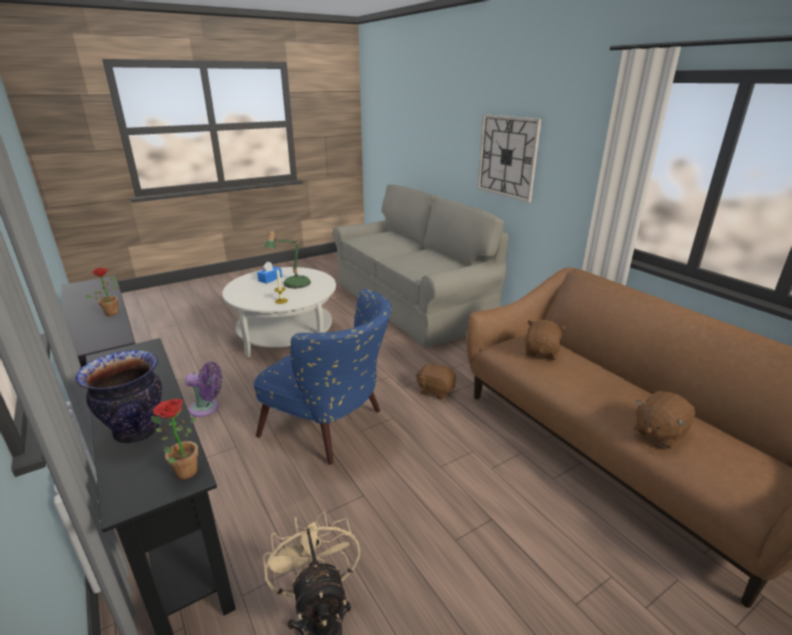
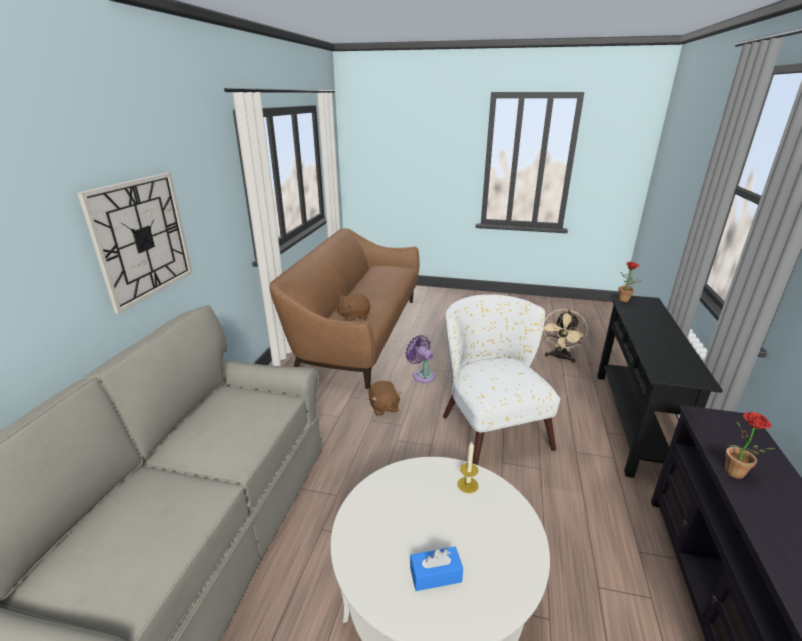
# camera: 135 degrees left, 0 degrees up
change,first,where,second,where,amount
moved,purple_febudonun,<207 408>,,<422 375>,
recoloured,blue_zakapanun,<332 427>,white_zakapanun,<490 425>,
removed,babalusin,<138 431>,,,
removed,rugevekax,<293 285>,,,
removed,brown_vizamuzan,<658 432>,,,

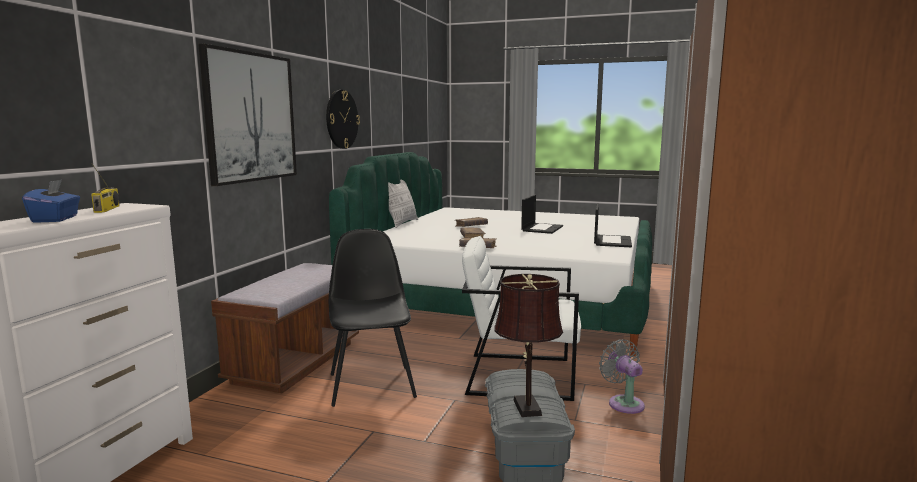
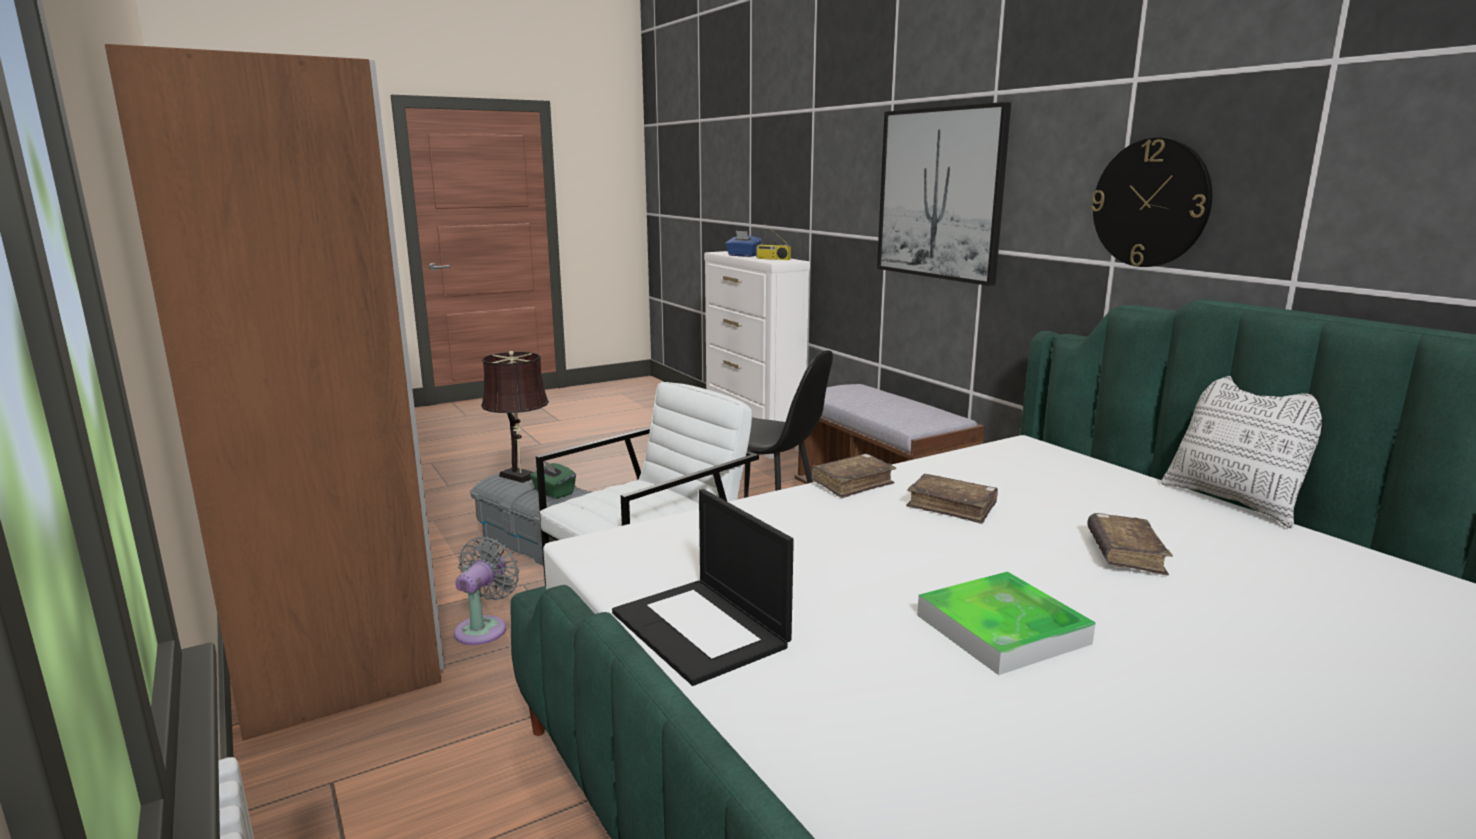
# camera: 130 degrees right, 5 degrees up
change,first,where,second,where,amount
turned,grey_febudonun,<624 403>,,<484 628>,90 degrees counterclockwise
added,,,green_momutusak,<553 493>,
replaced,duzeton,<542 228>,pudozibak,<1002 629>,

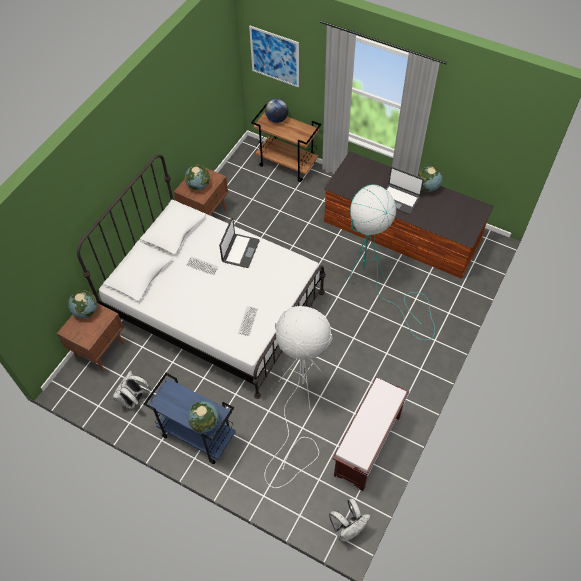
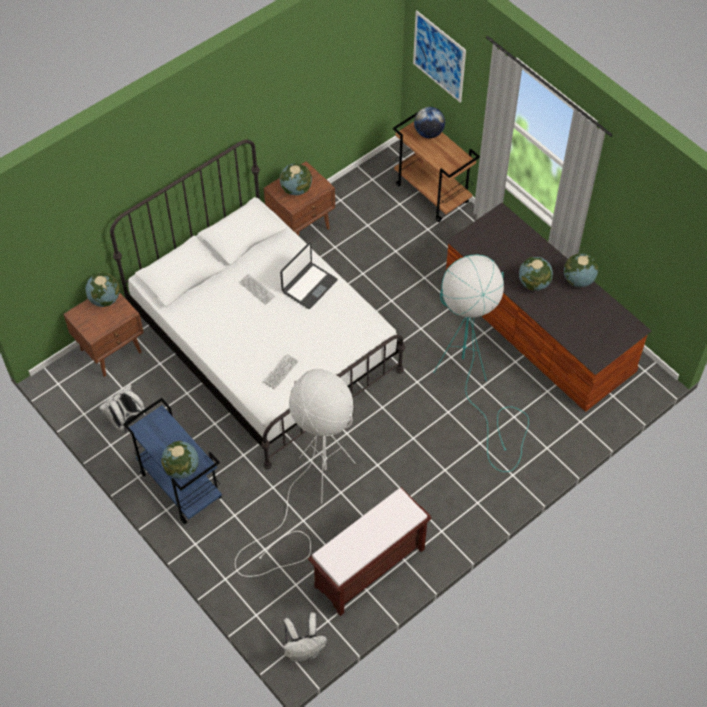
# camera: 20 degrees right, 0 degrees up
change,first,where,second,where,amount
replaced,duzeton,<399 199>,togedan,<534 284>,

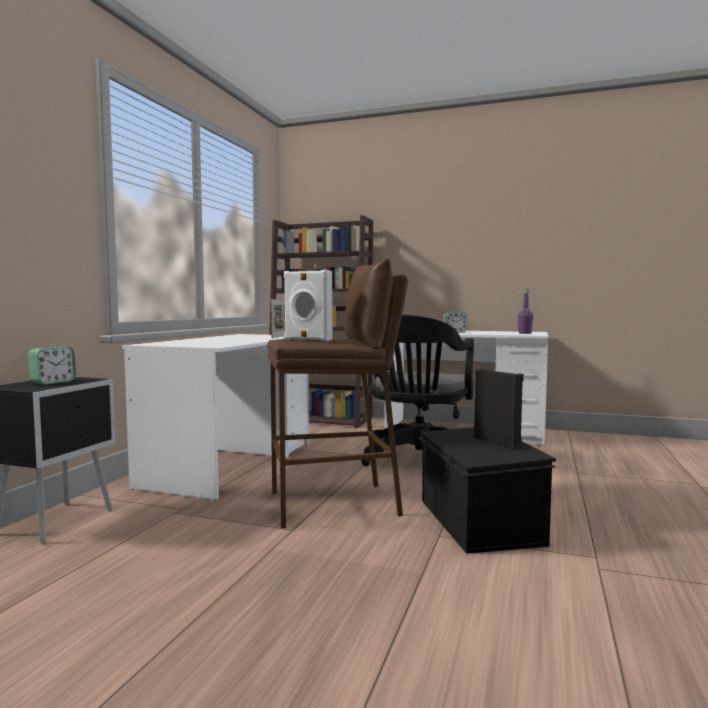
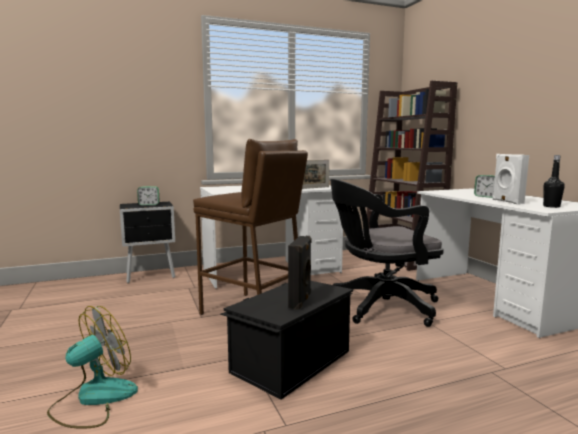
# camera: 50 degrees right, 5 degrees up
change,first,where,second,where,amount
added,,,febudonun,<93 399>,
moved,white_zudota,<307 339>,,<506 201>,
recoloured,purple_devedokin,<525 333>,black_devedokin,<551 206>,

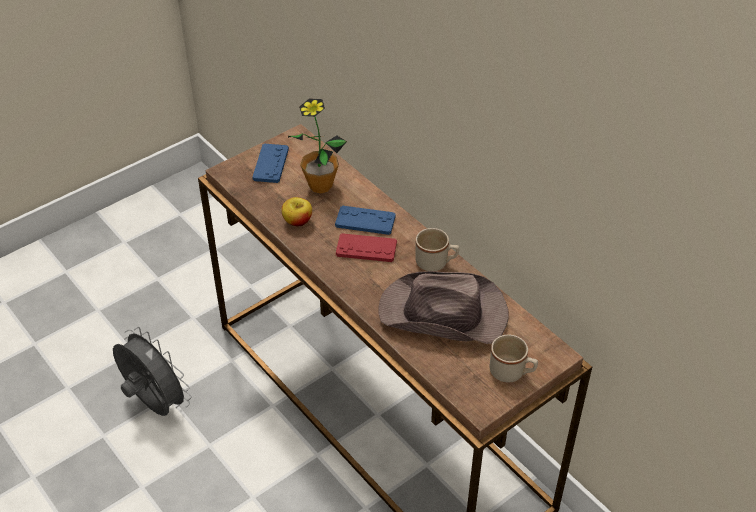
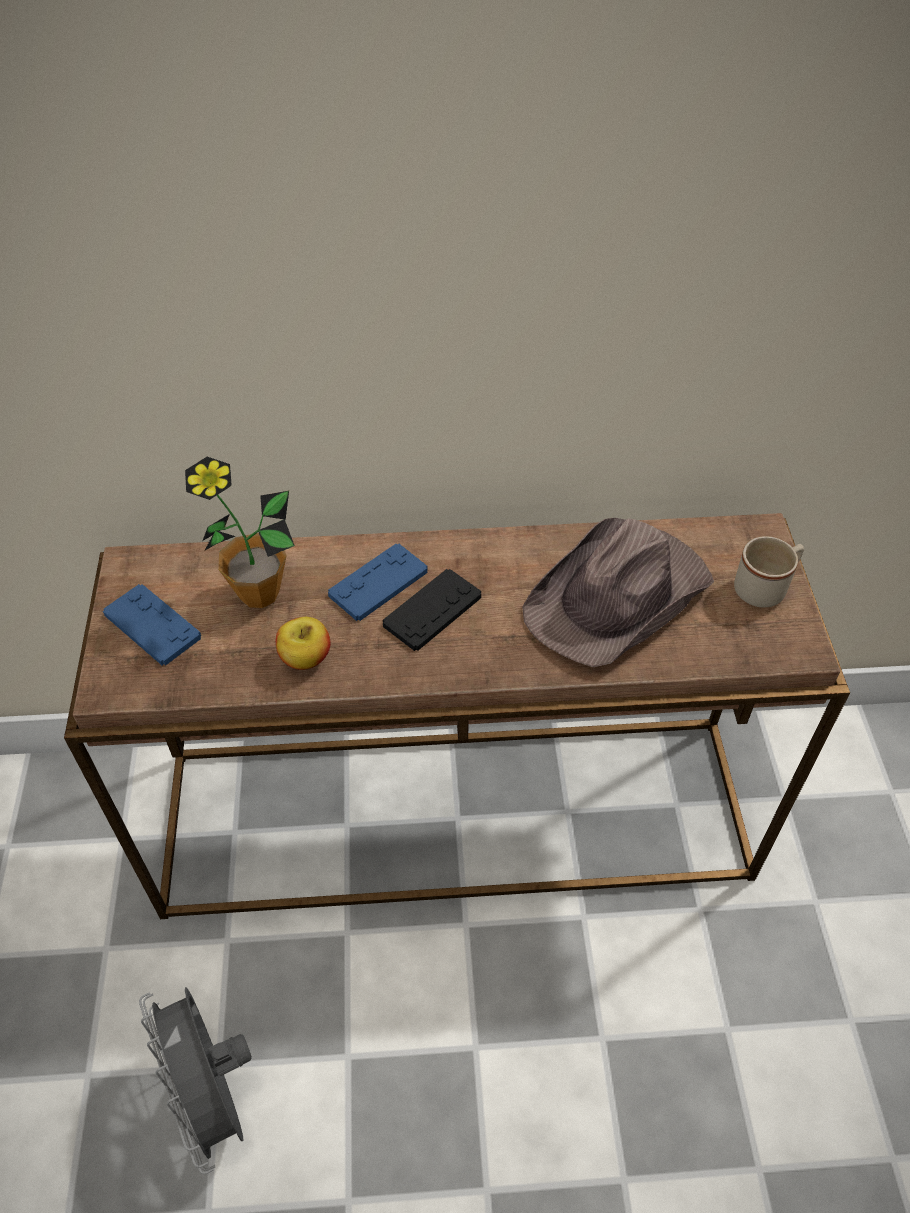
# camera: 55 degrees left, 5 degrees up
change,first,where,second,where,amount
turned,grey_febudonun,<154 404>,,<214 1095>,105 degrees counterclockwise
recoloured,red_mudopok,<366 249>,black_mudopok,<432 611>,
removed,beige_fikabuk,<436 263>,,,

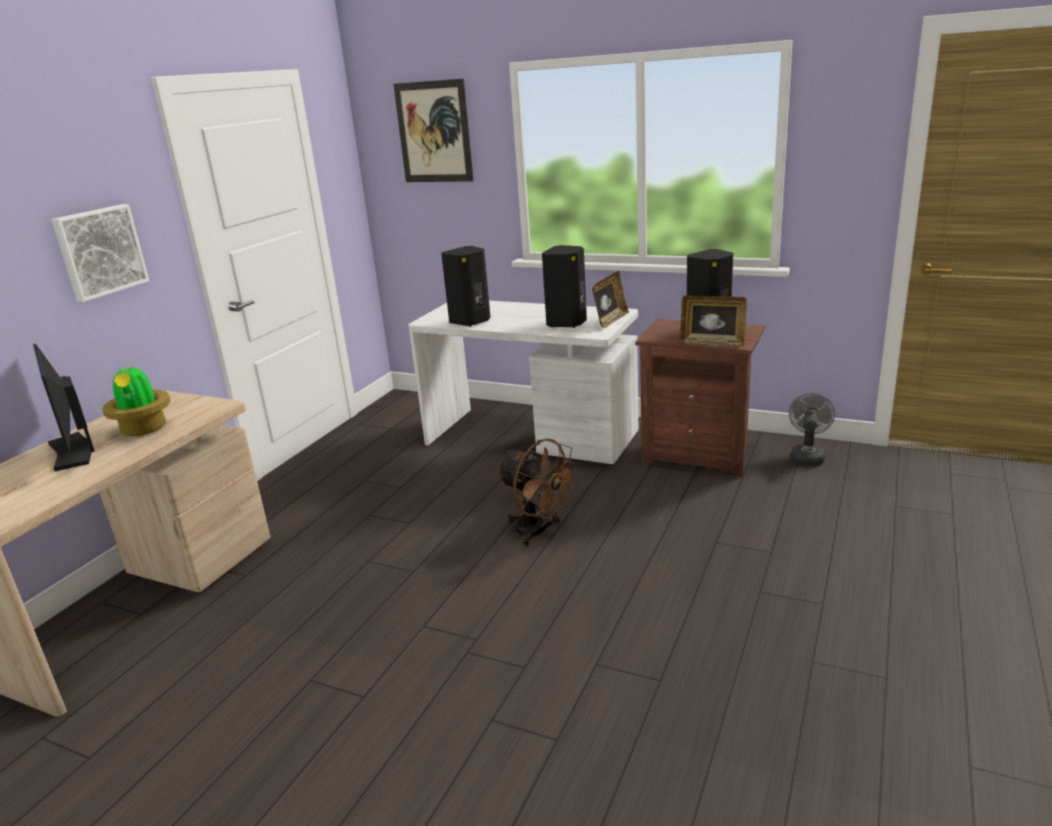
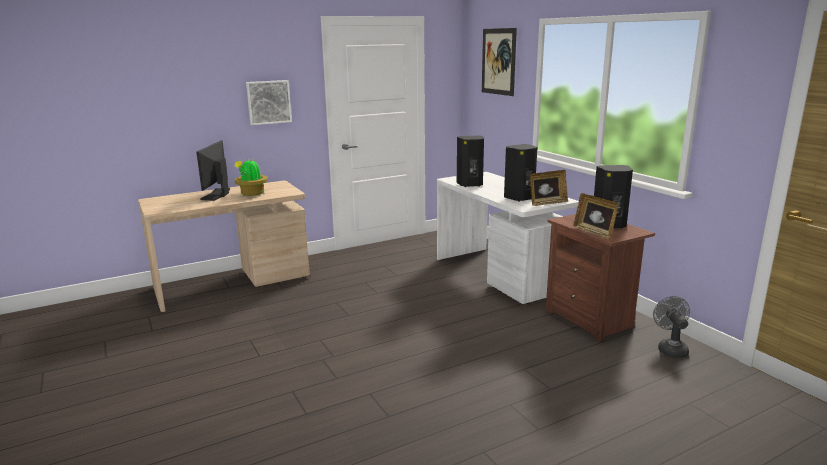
# camera: 35 degrees right, 5 degrees down
change,first,where,second,where,amount
turned,grey_febudonun,<807 456>,,<670 348>,60 degrees counterclockwise
removed,brown_febudonun,<538 532>,,,

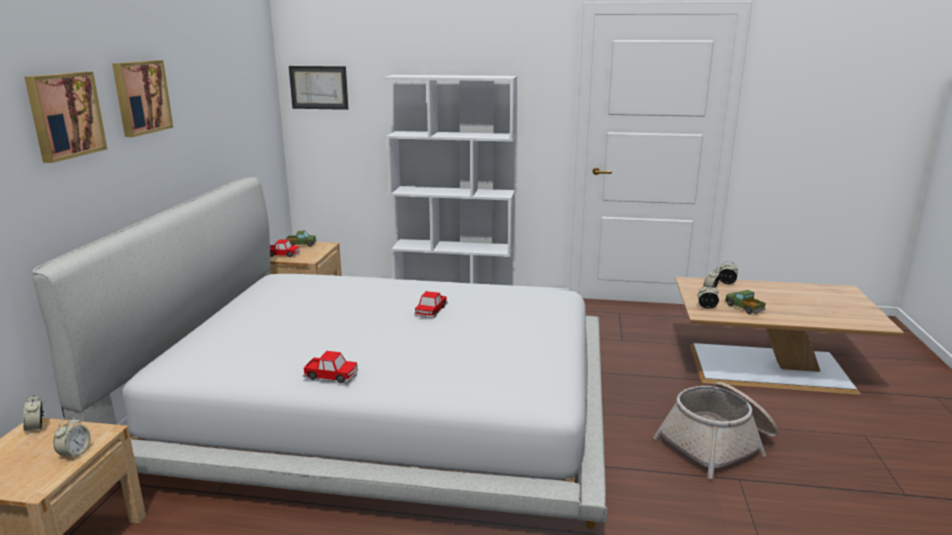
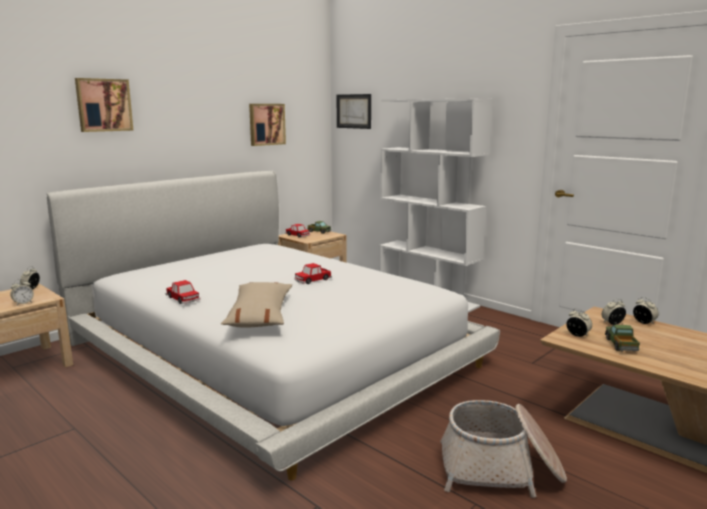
# camera: 35 degrees right, 5 degrees down
change,first,where,second,where,amount
added,,,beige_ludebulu,<260 315>,
moved,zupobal,<140 97>,,<266 124>,

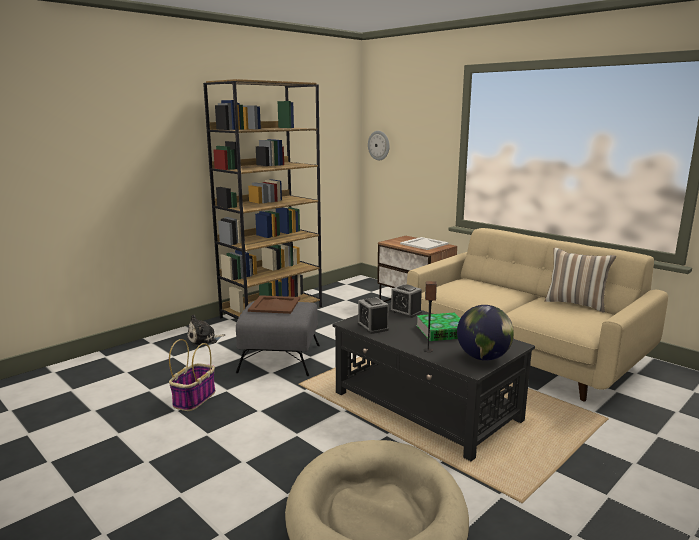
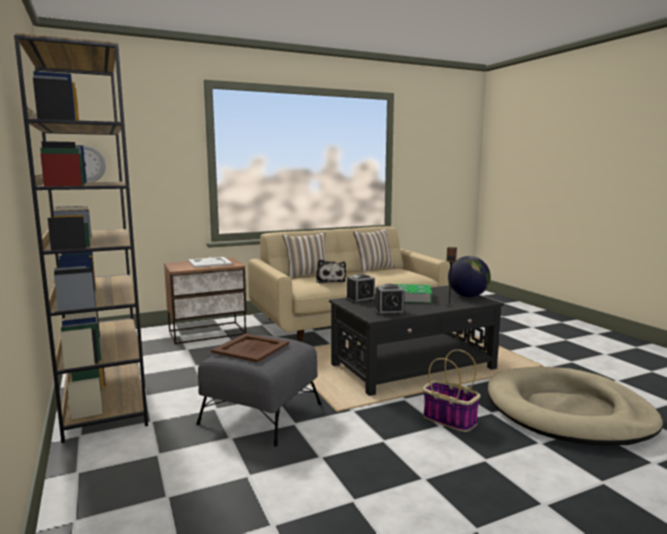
# camera: 70 degrees left, 5 degrees down
change,first,where,second,where,amount
added,,,ludebulu,<307 275>,
moved,vizamuzan,<204 340>,,<330 281>,
moved,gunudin,<194 398>,,<448 419>,

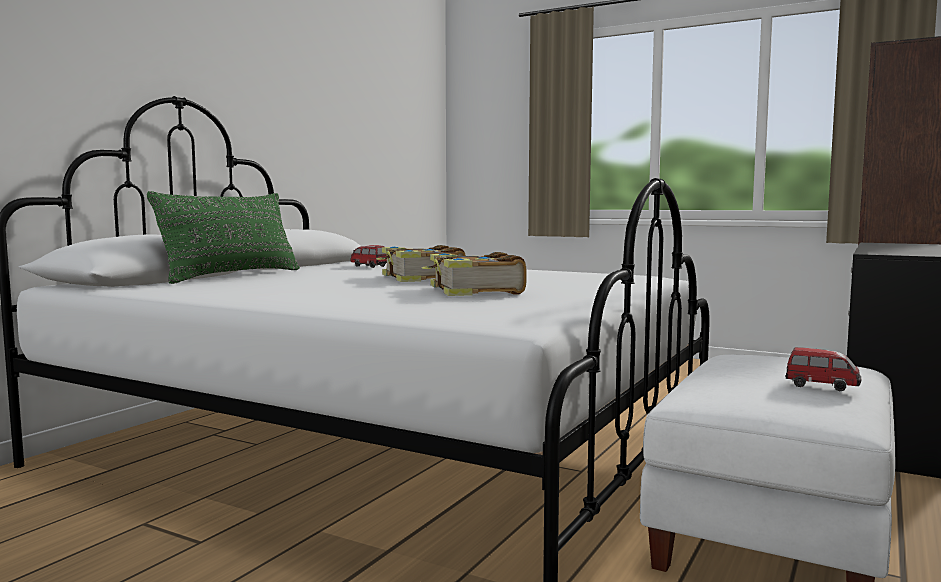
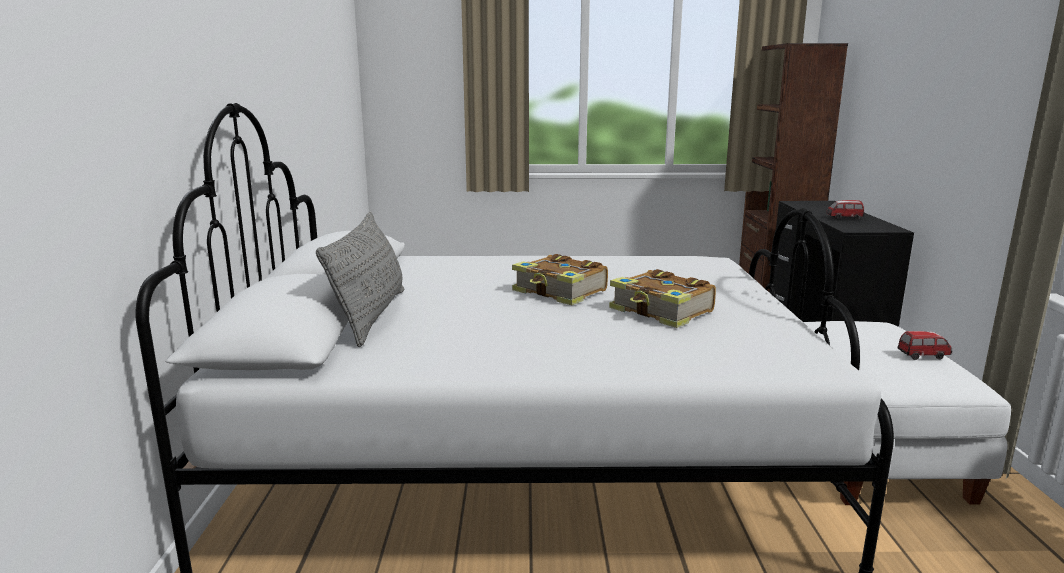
# camera: 30 degrees left, 10 degrees up
change,first,where,second,where,amount
recoloured,green_ludebulu,<232 276>,grey_ludebulu,<371 316>,
moved,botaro,<368 266>,,<844 218>,

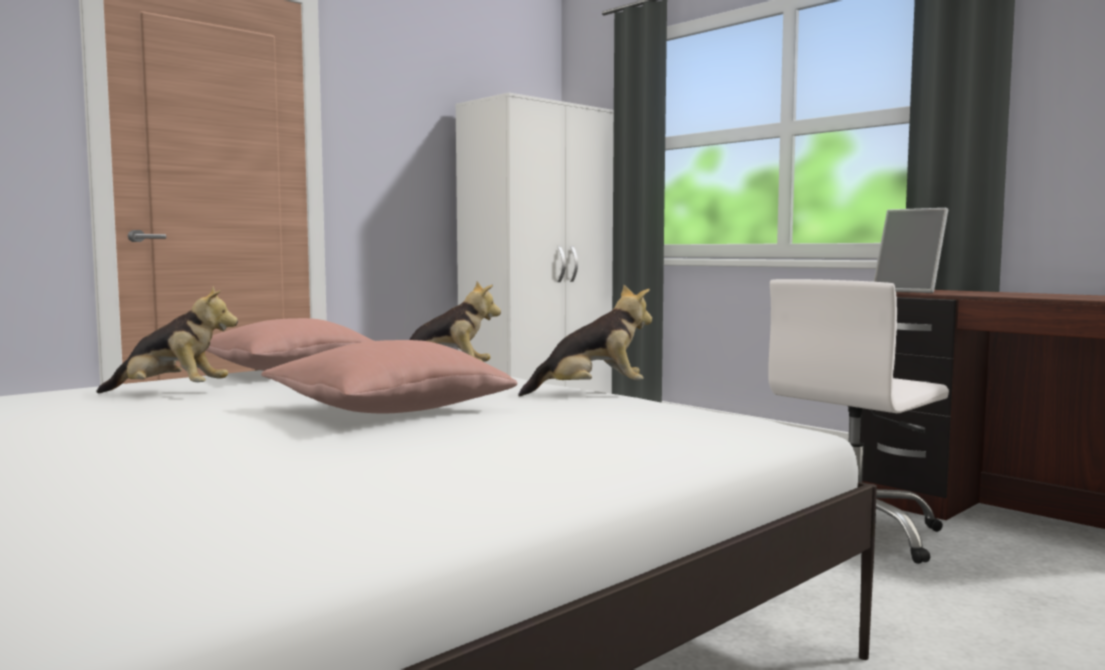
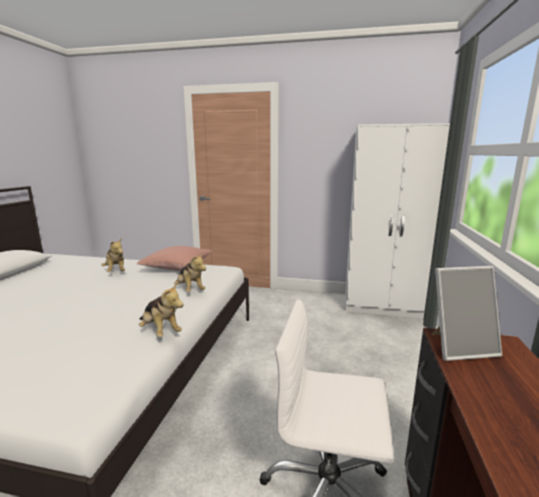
# camera: 55 degrees right, 10 degrees up
change,first,where,second,where,amount
turned,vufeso,<910 291>,,<459 347>,105 degrees counterclockwise
removed,pink_ludebulu,<387 410>,,,

